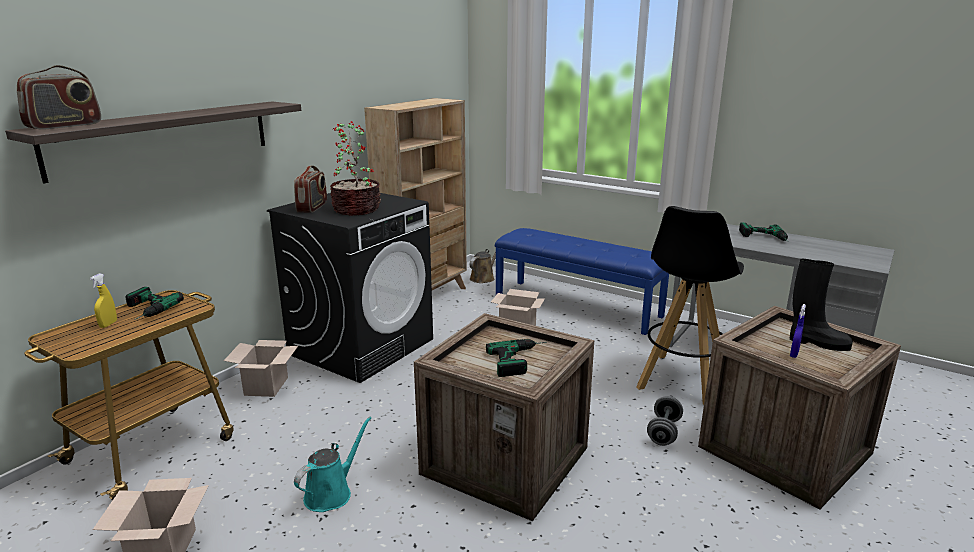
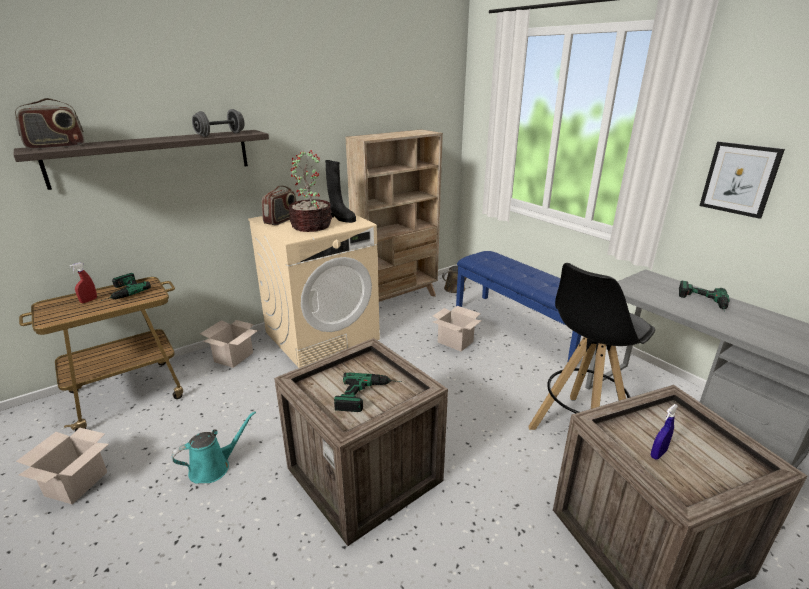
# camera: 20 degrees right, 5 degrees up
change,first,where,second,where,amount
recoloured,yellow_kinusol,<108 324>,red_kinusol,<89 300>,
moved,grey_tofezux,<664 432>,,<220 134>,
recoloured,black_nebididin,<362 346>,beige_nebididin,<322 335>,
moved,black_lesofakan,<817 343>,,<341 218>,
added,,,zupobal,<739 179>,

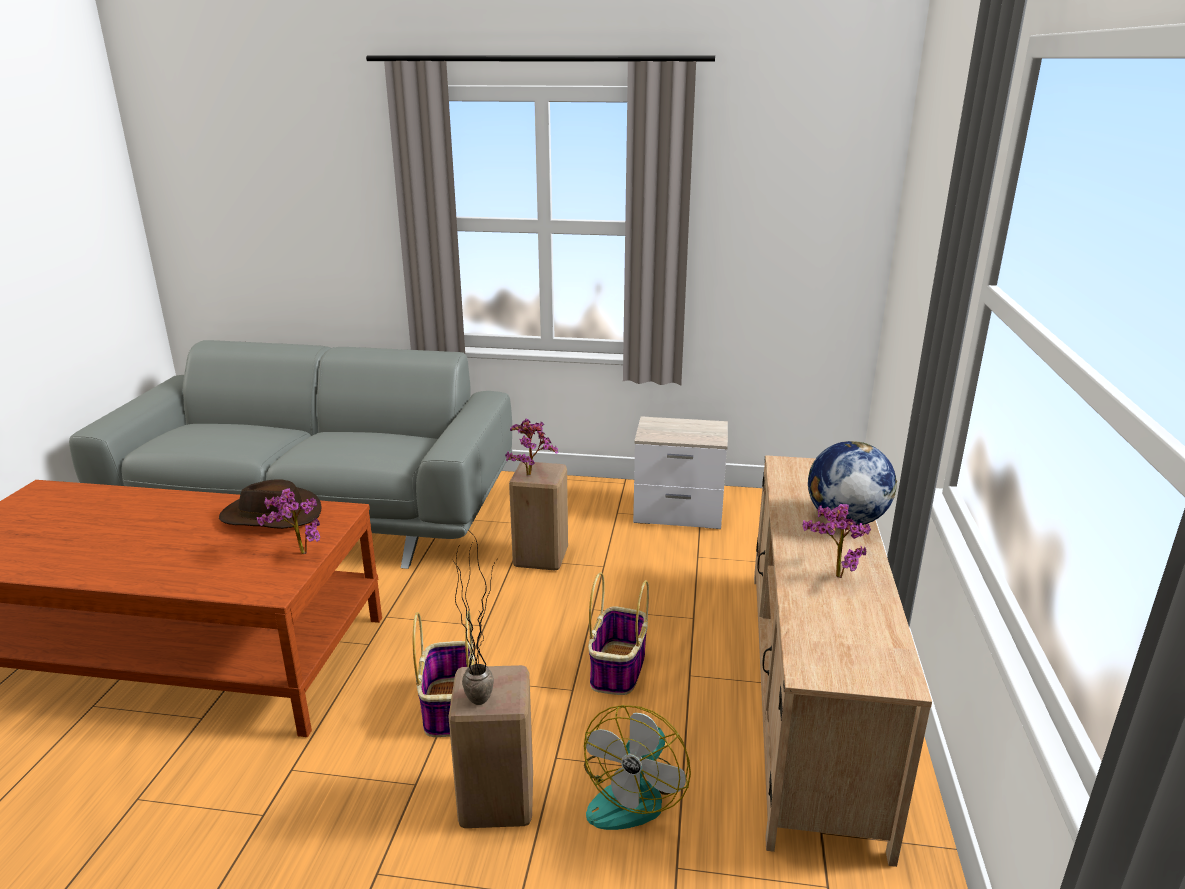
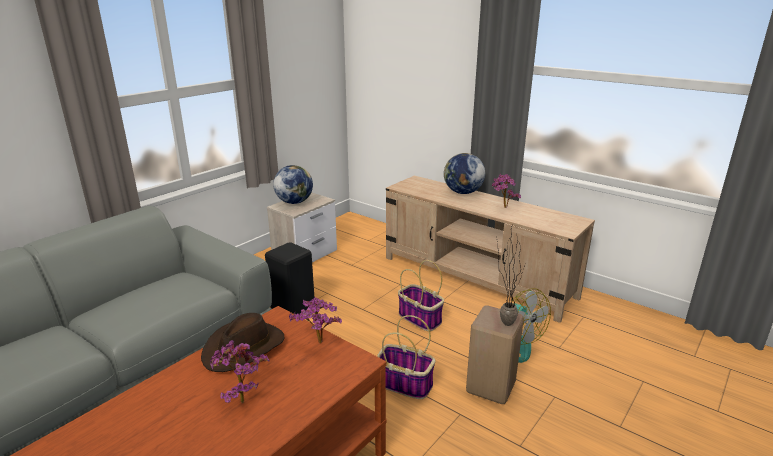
# camera: 60 degrees left, 0 degrees up
change,first,where,second,where,amount
moved,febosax,<531 473>,,<240 399>,
recoloured,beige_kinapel,<542 557>,black_kinapel,<293 309>,
added,,,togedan,<294 202>,

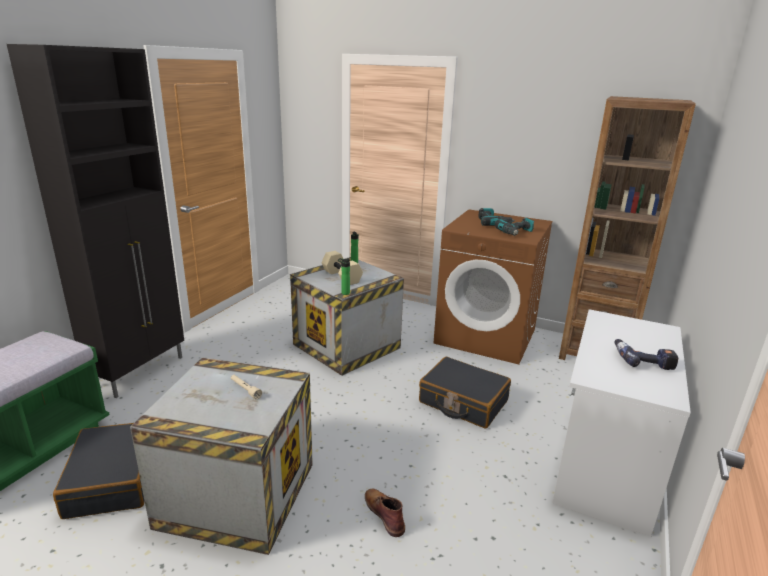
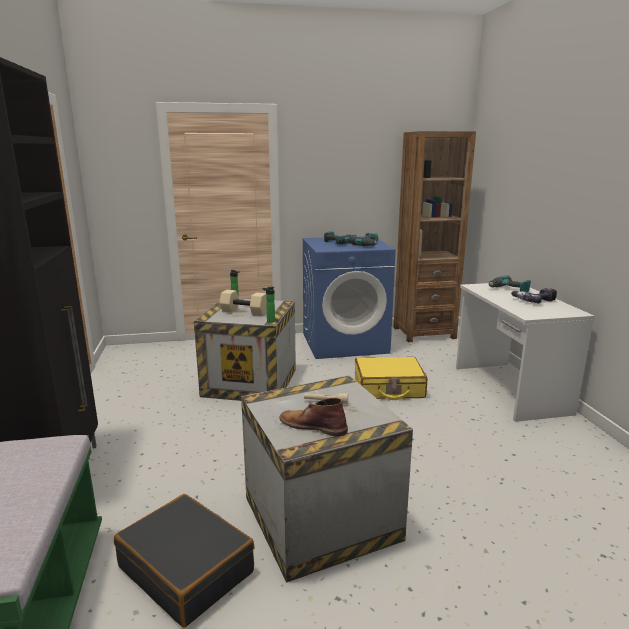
# camera: 35 degrees left, 5 degrees down
change,first,where,second,where,amount
moved,brown_lesofakan,<384 513>,,<312 426>,
recoloured,brown_nebididin,<486 336>,blue_nebididin,<345 343>,
recoloured,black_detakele,<463 402>,yellow_detakele,<388 388>,
added,,,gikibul,<508 289>,

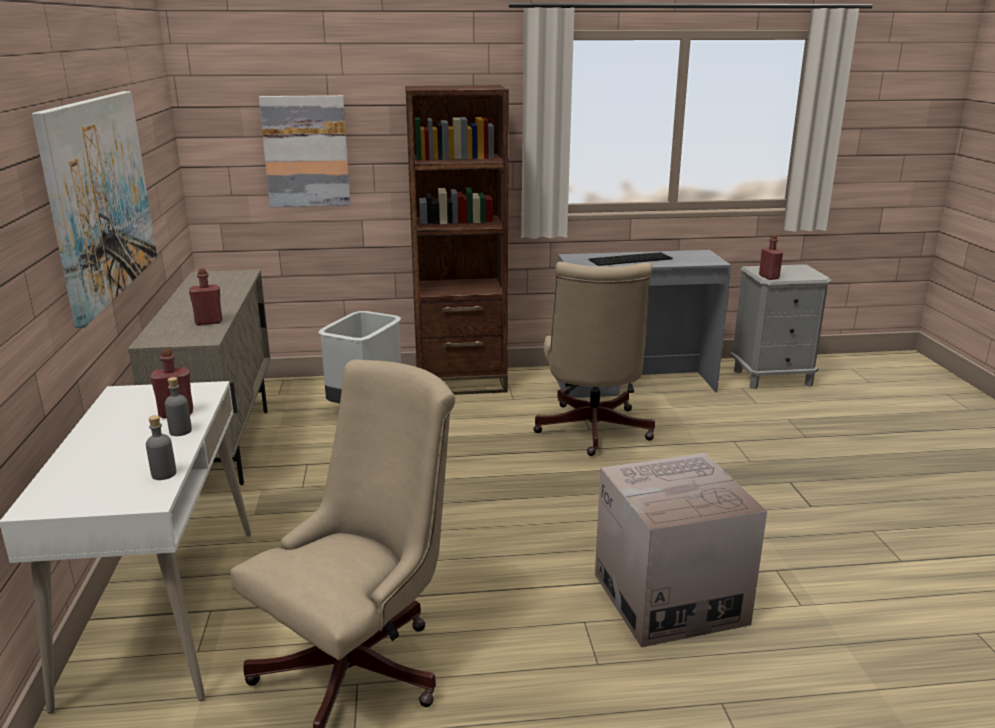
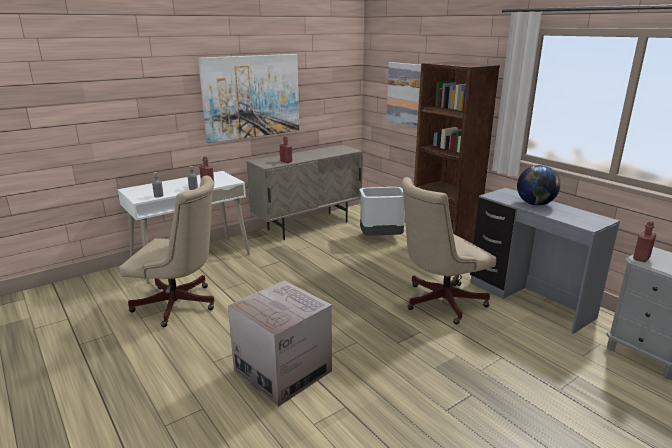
# camera: 60 degrees right, 0 degrees up
change,first,where,second,where,amount
replaced,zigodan,<630 259>,togedan,<535 204>,

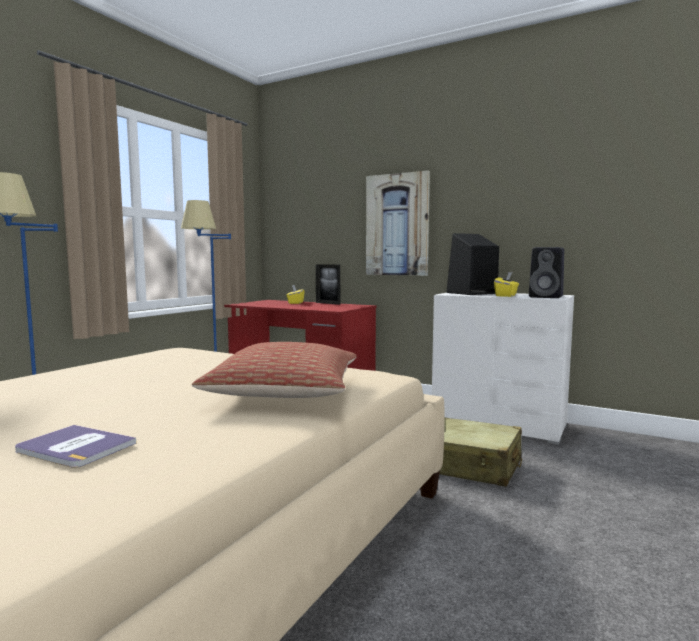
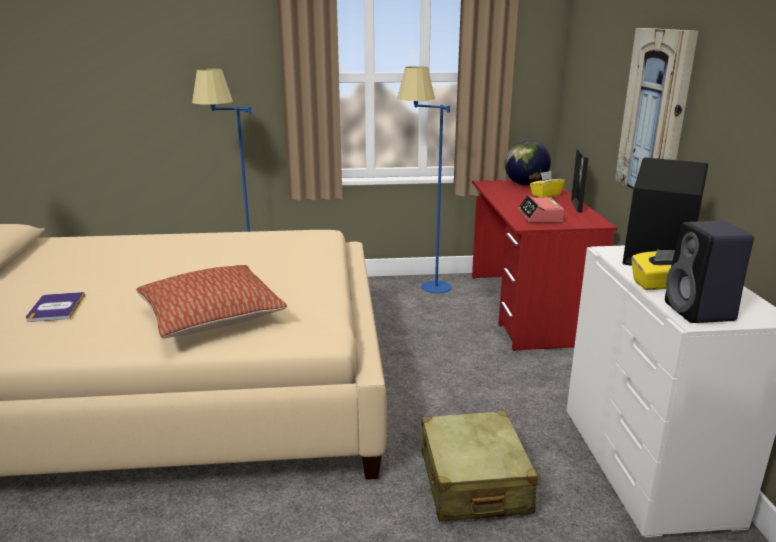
# camera: 55 degrees right, 15 degrees up
change,first,where,second,where,amount
added,,,togedan,<525 184>,
added,,,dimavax,<540 216>,

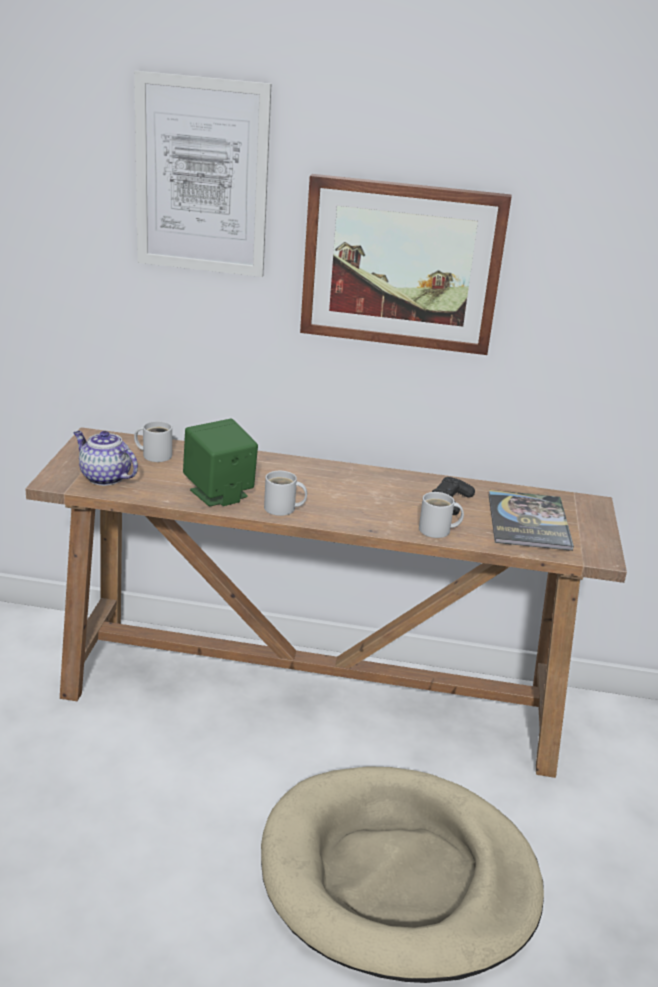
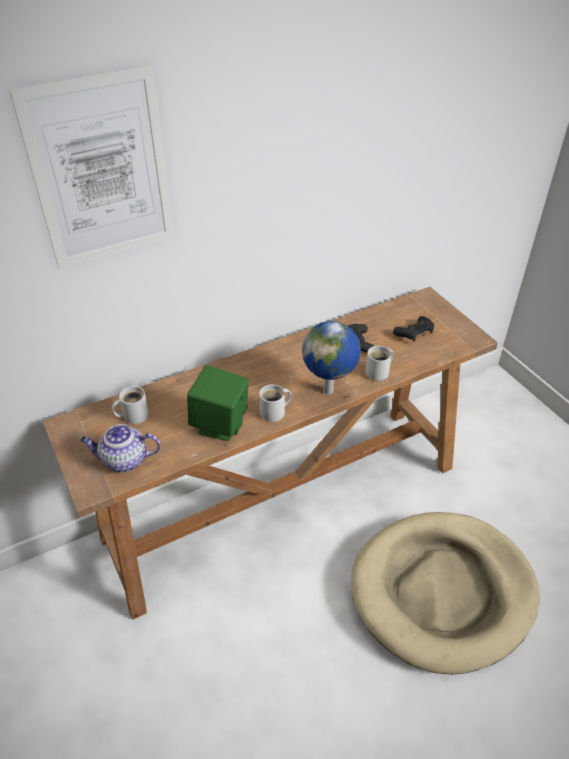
# camera: 35 degrees left, 15 degrees up
change,first,where,second,where,amount
added,,,togedan,<329 391>,
replaced,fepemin,<528 521>,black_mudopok,<414 333>,
removed,zupobal,<401 265>,,,

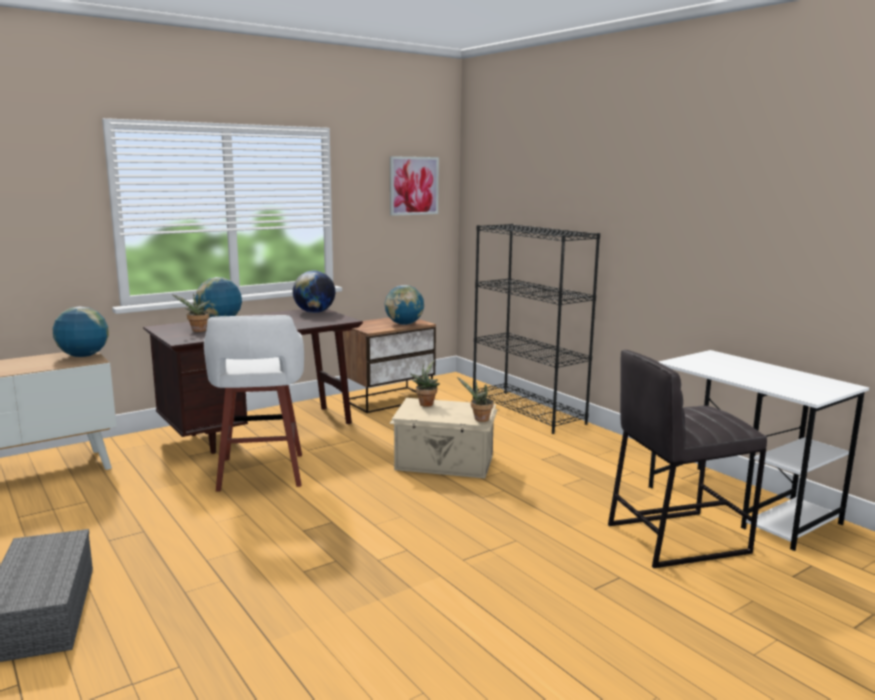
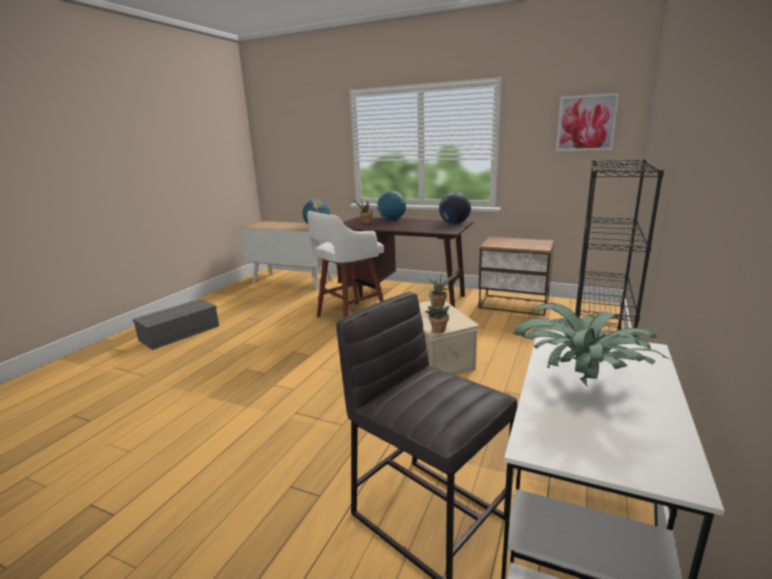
# camera: 60 degrees right, 5 degrees up
change,first,where,second,where,amount
added,,,febosax,<582 382>,
removed,togedan,<404 324>,,,

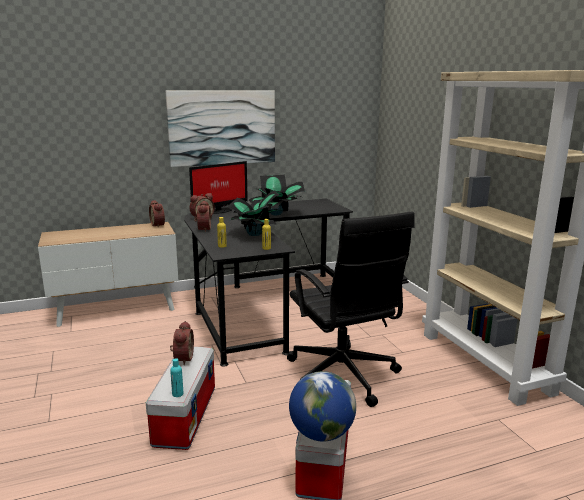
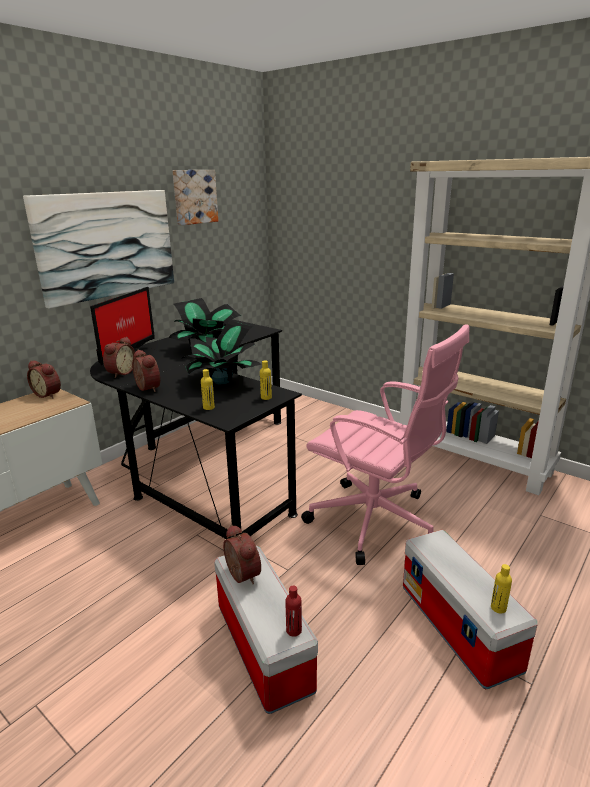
# camera: 30 degrees left, 5 degrees up
change,first,where,second,where,amount
added,,,zupobal,<194 197>,
recoloured,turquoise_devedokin,<177 394>,red_devedokin,<294 630>,
recoloured,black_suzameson,<342 377>,pink_suzameson,<376 522>,
replaced,togedan,<321 434>,yellow_devedokin,<498 608>,

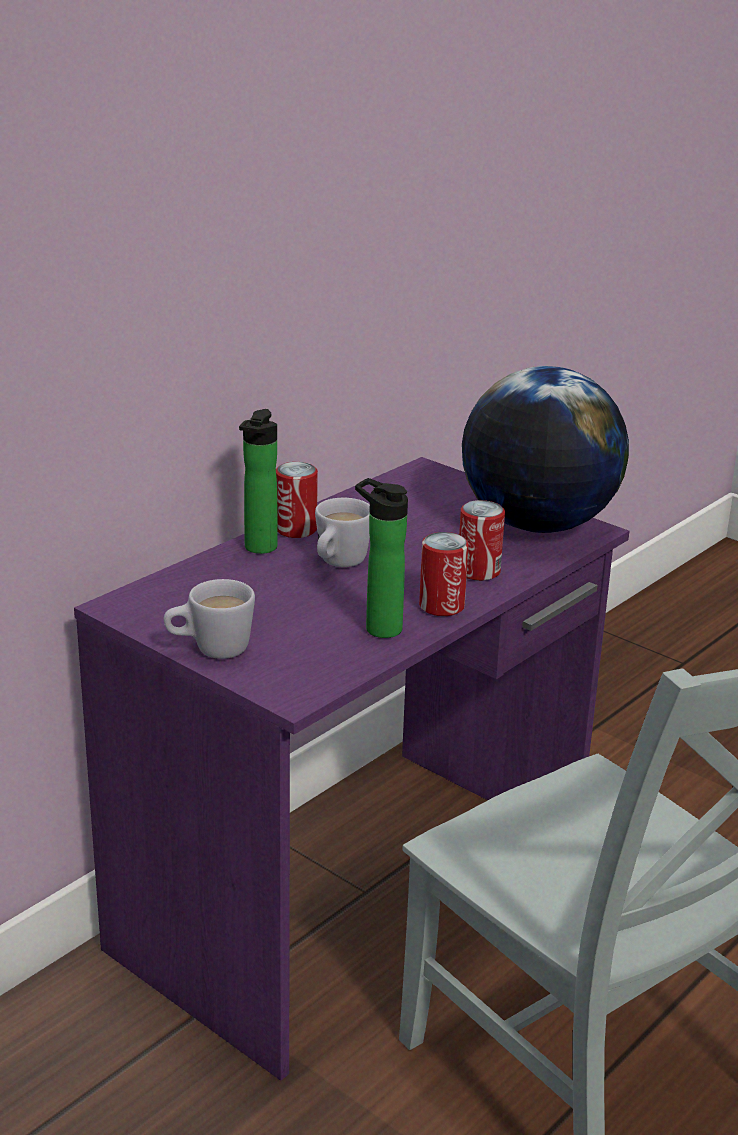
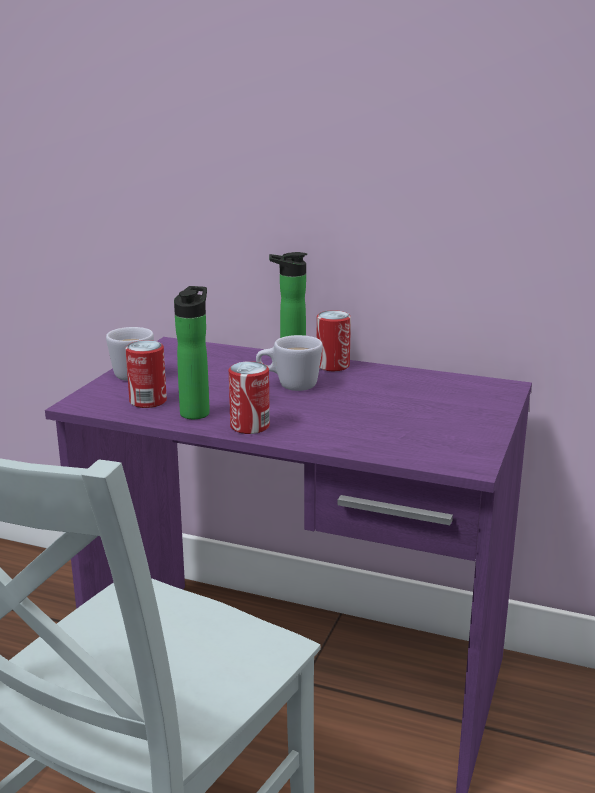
# camera: 70 degrees right, 5 degrees down
change,first,where,second,where,amount
moved,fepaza,<478 571>,,<148 401>,
removed,togedan,<537 525>,,,

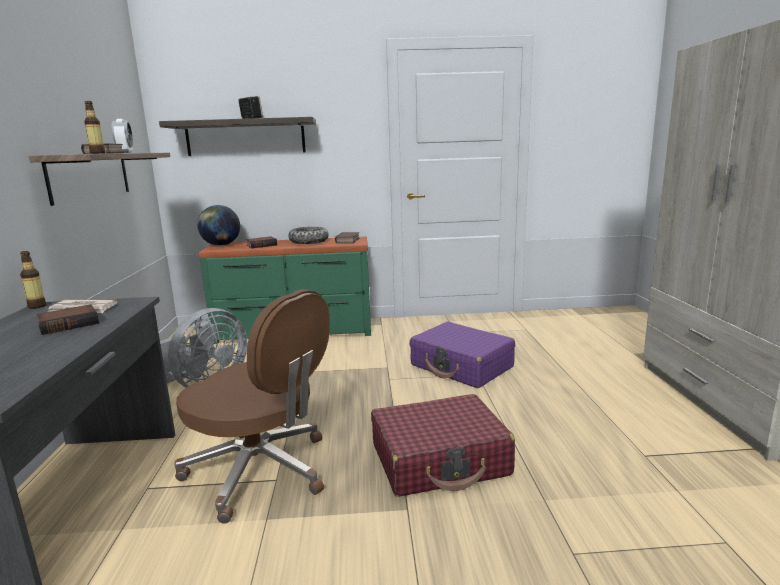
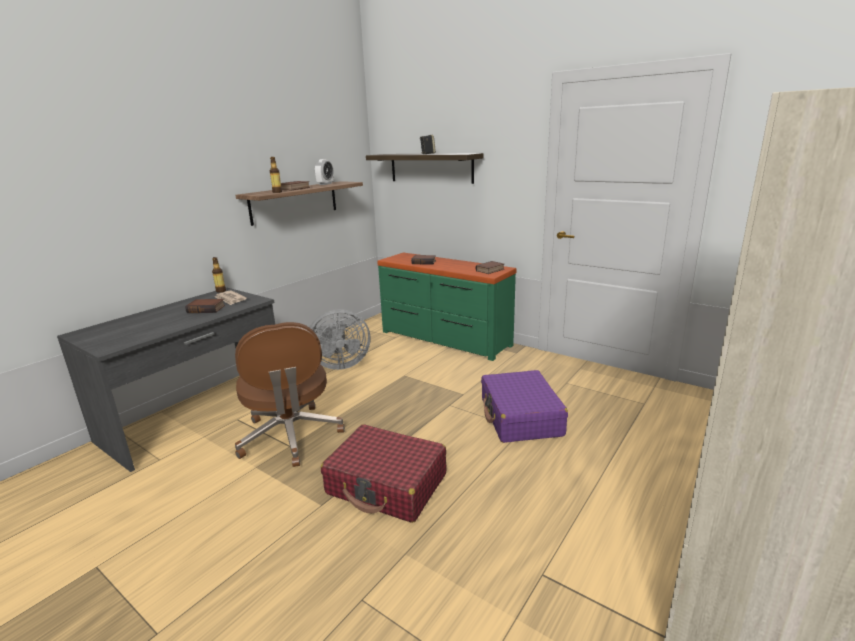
# camera: 40 degrees right, 5 degrees up
change,first,where,second,where,amount
removed,togedan,<221 245>,,,
removed,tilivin,<309 241>,,,

